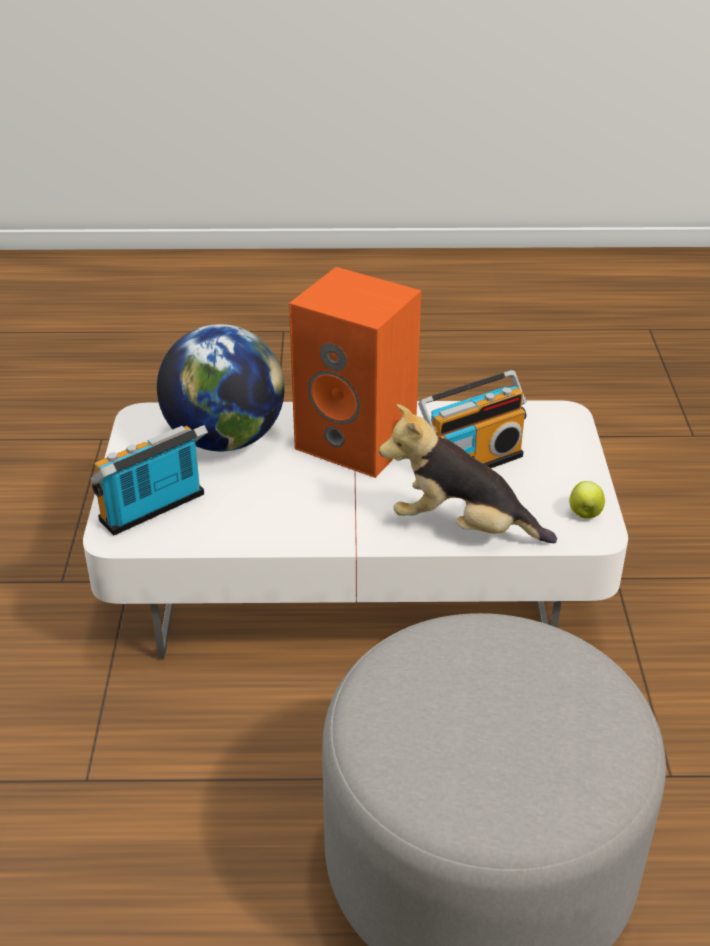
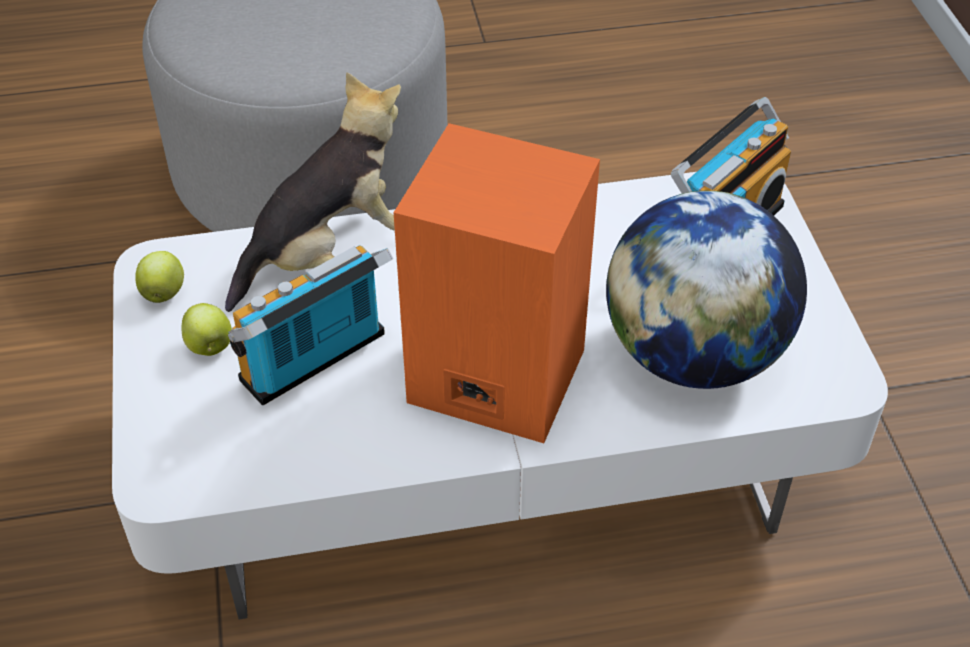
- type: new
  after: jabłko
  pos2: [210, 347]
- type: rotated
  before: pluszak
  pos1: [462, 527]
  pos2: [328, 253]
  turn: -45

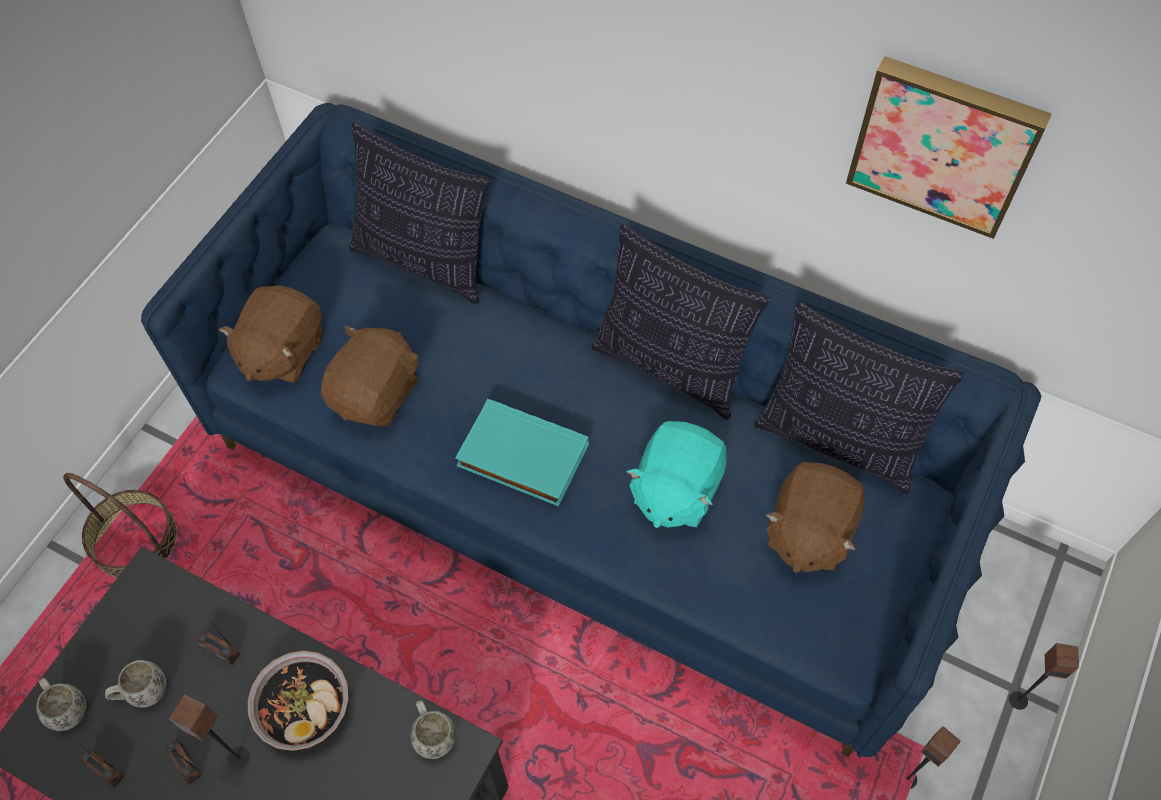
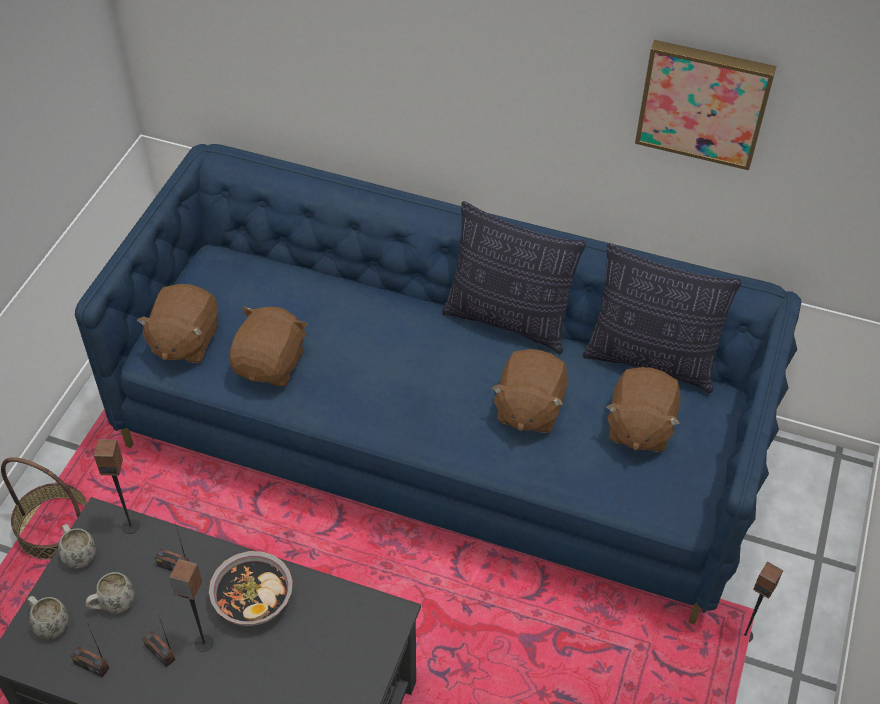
- type: gone
  before: poduszka
  pos1: [424, 262]
- type: gone
  before: książka/turkusowy
  pos1: [521, 457]
- type: shifted
  before: kubek/biały
  pos1: [432, 734]
  pos2: [78, 554]
- type: shifted
  before: głośnik
  pos1: [1018, 700]
  pos2: [131, 526]
- type: repainted
  before: pluszak/turkusowy
  after: pluszak/brązowy
  pos1: [675, 490]
  pos2: [528, 408]

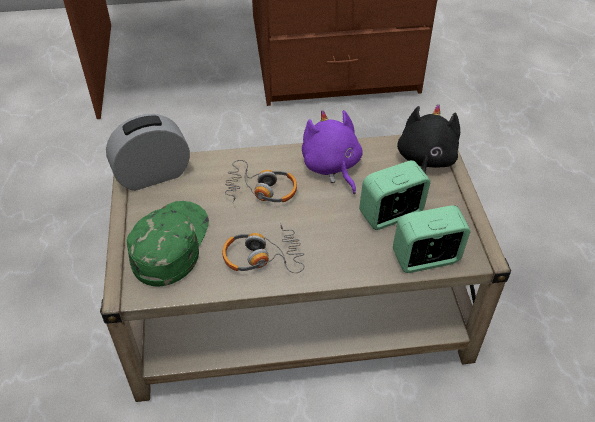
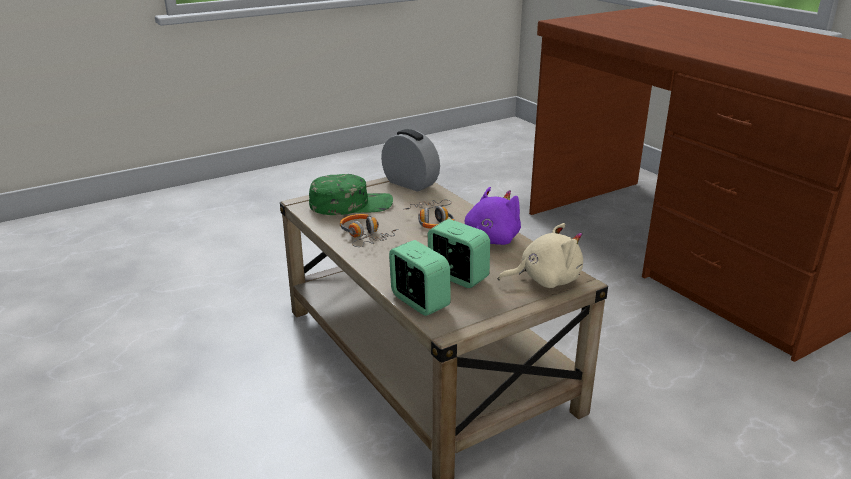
- type: repainted
  before: pluszak/czarny
  after: pluszak/beżowy
  pos1: [425, 161]
  pos2: [545, 280]

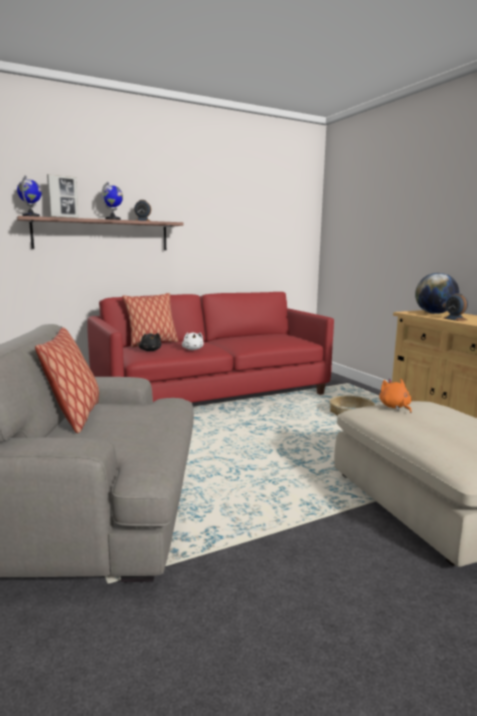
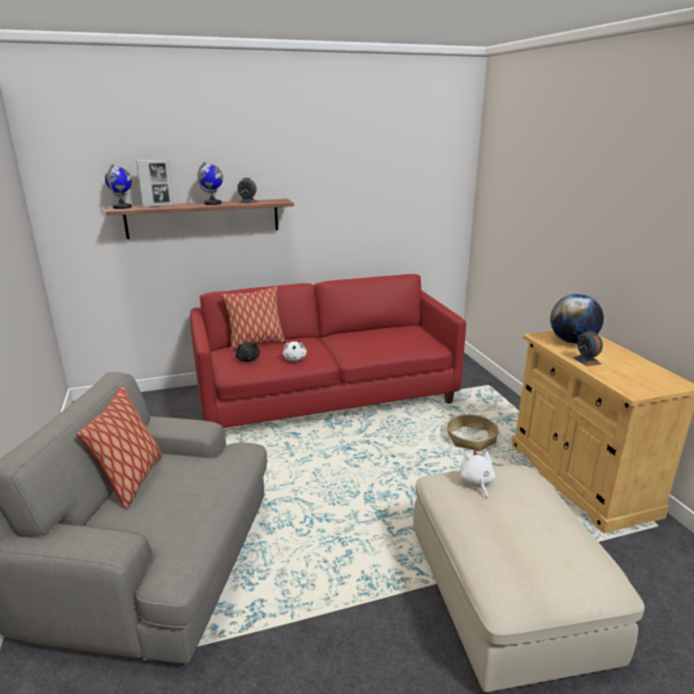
- type: repainted
  before: pluszak/pomarańczowy
  after: pluszak/biały
  pos1: [395, 407]
  pos2: [476, 483]

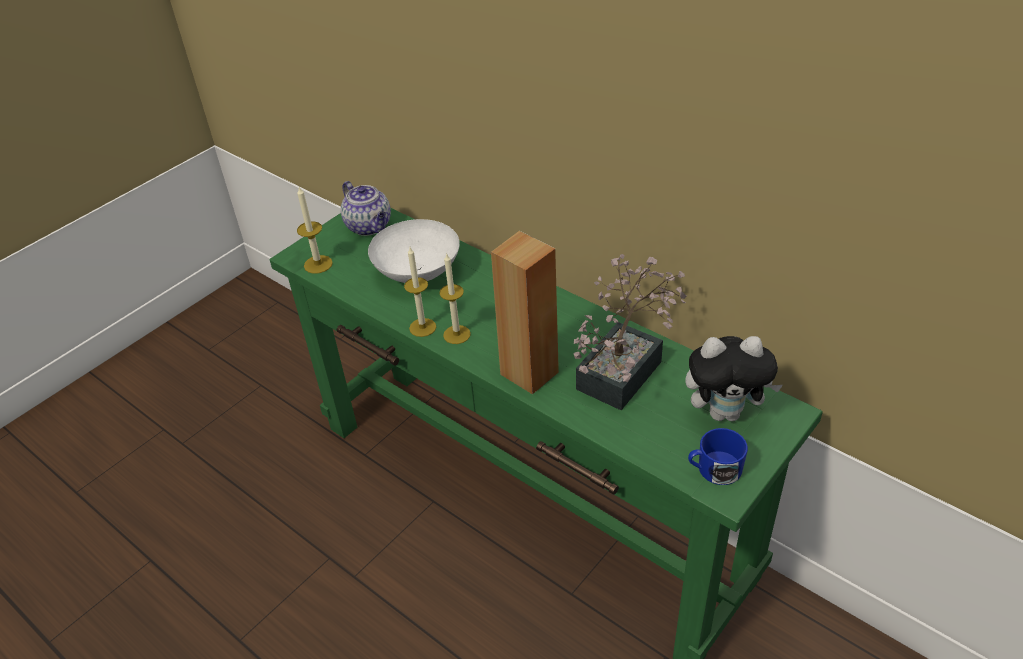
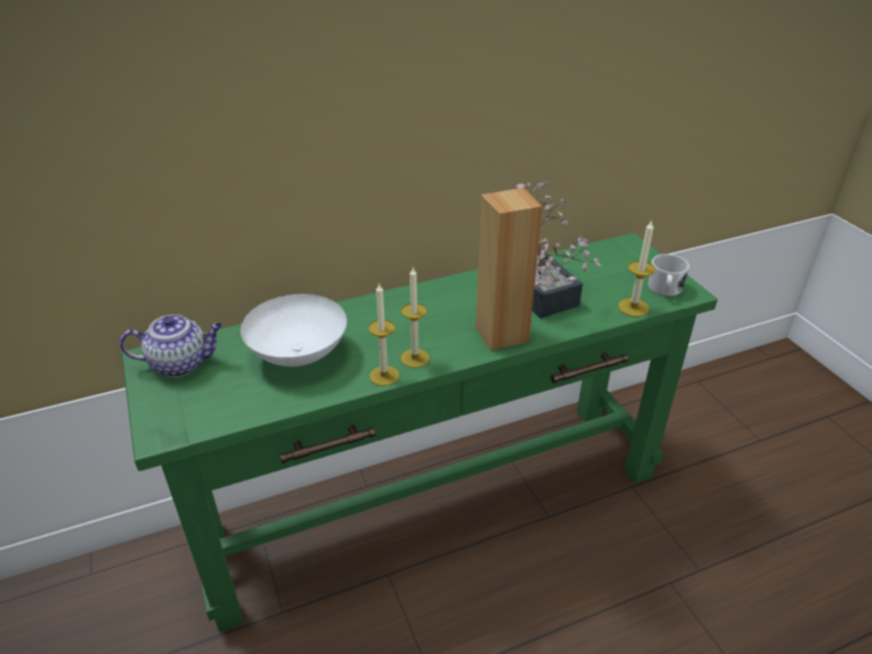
- type: gone
  before: pluszak
  pos1: [726, 412]
- type: shifted
  before: świeca
  pos1: [318, 264]
  pos2: [633, 307]
- type: repainted
  before: kubek/niebieski
  after: kubek/biały
  pos1: [714, 469]
  pos2: [665, 289]

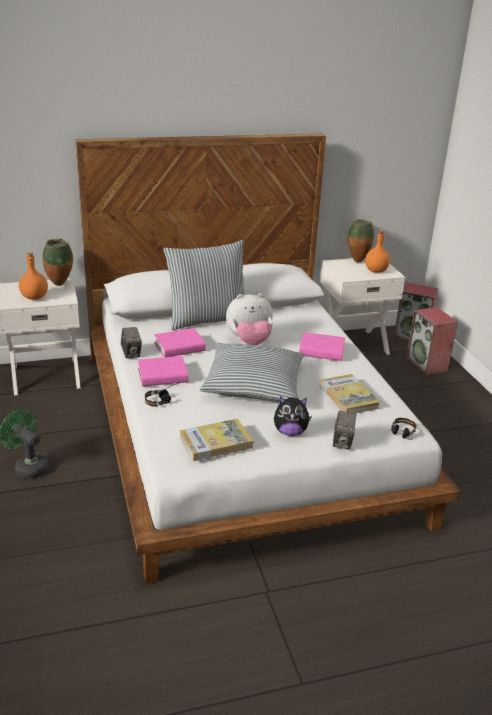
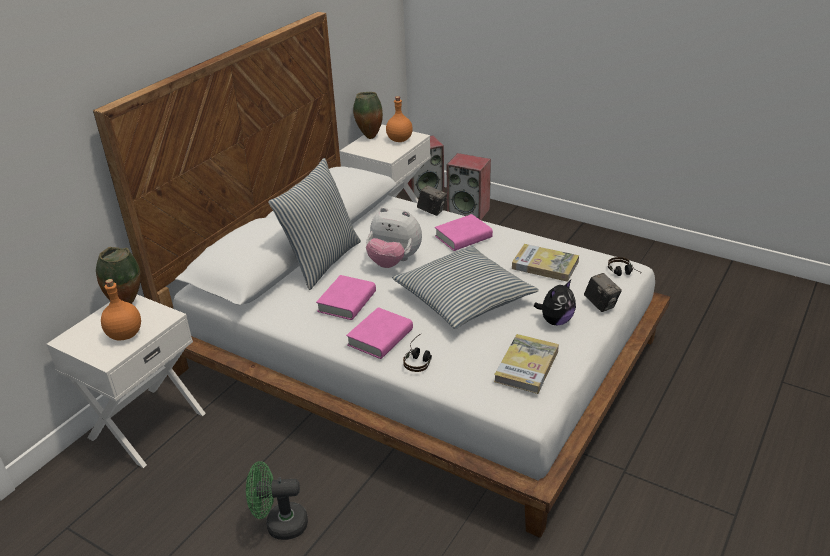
- type: shifted
  before: aparat fotograficzny
  pos1: [131, 353]
  pos2: [432, 211]
- type: rotated
  before: pluszak
  pos1: [249, 342]
  pos2: [394, 262]
  turn: 75

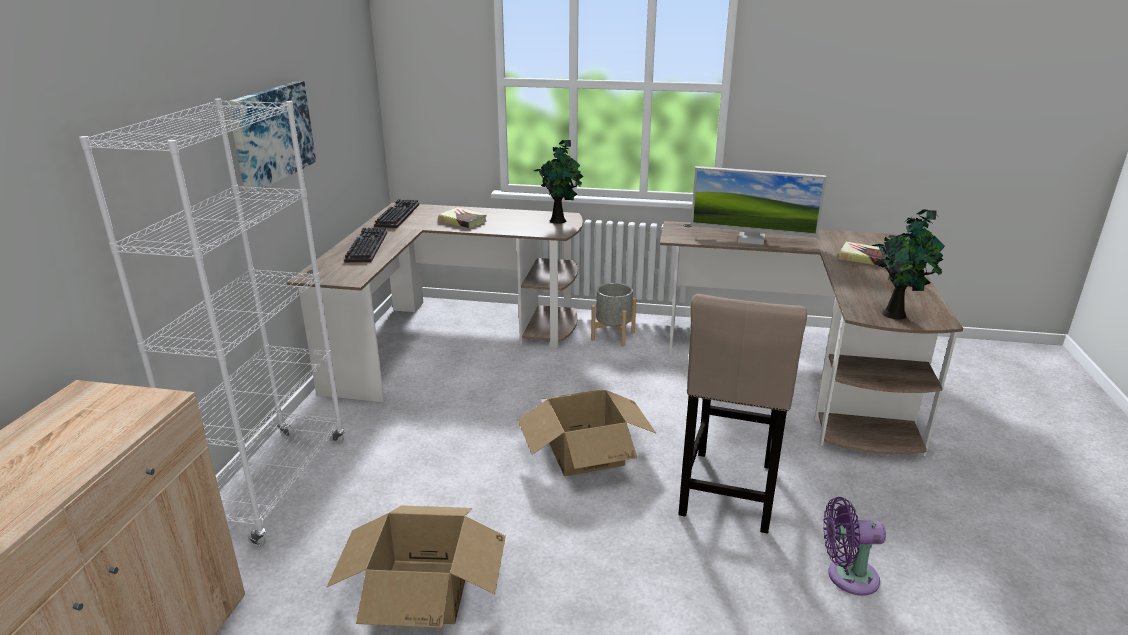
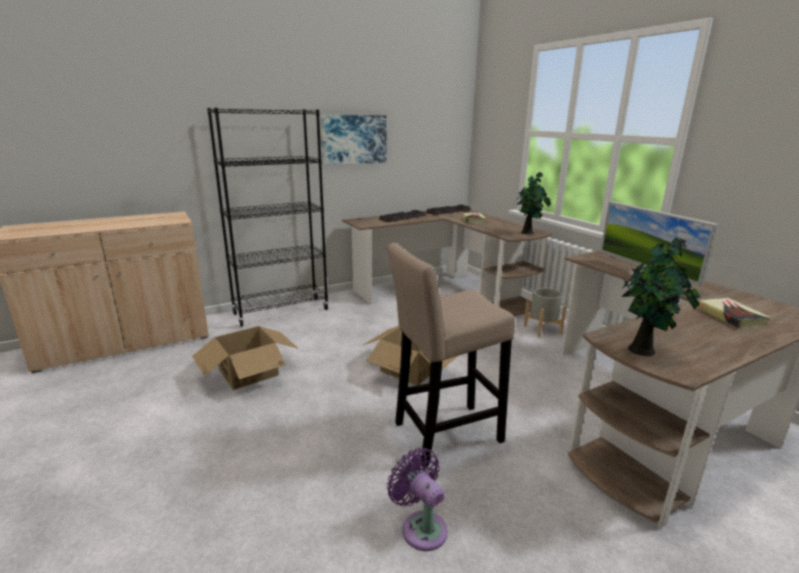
- type: repainted
  before: regał/biały
  after: regał/czarny
  pos1: [275, 486]
  pos2: [281, 311]

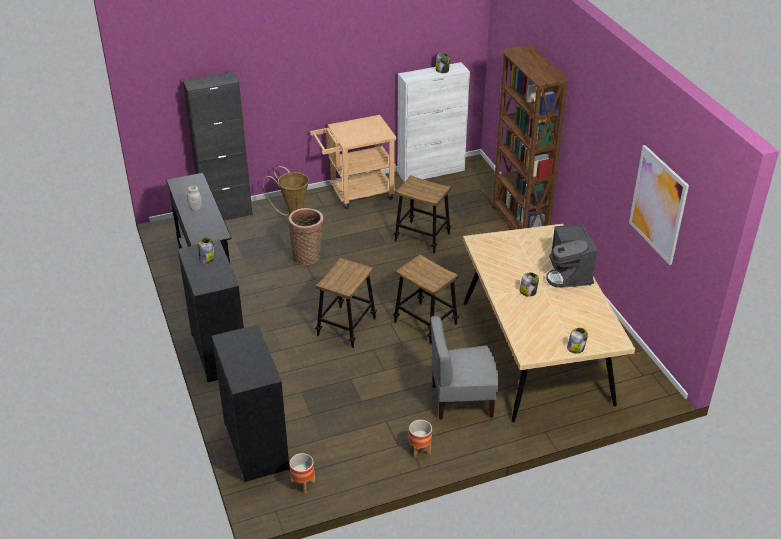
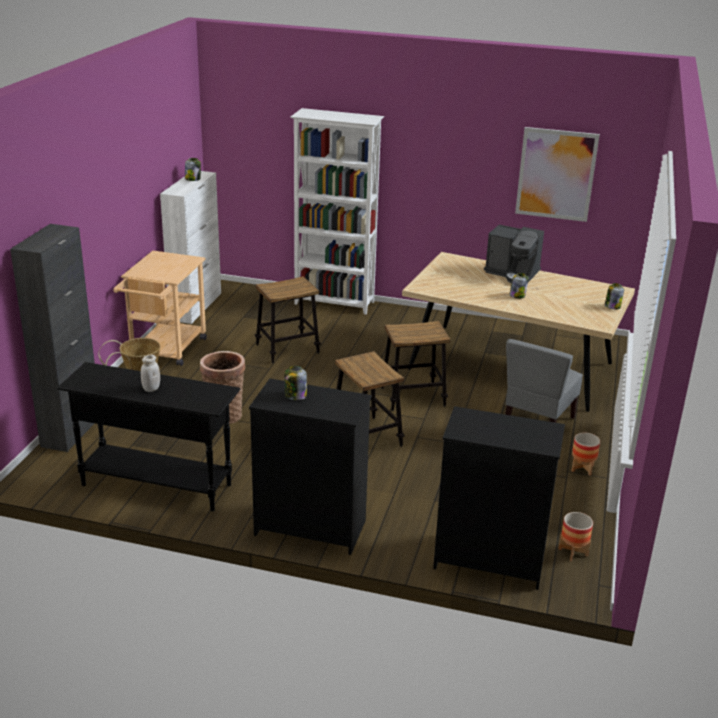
- type: repainted
  before: regał/brązowy
  after: regał/biały
  pos1: [519, 223]
  pos2: [334, 303]

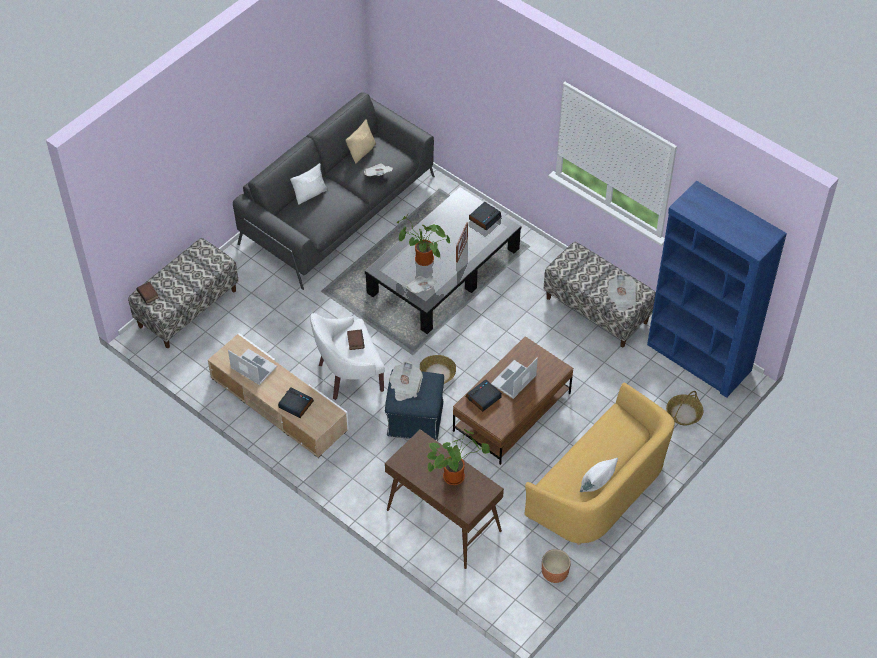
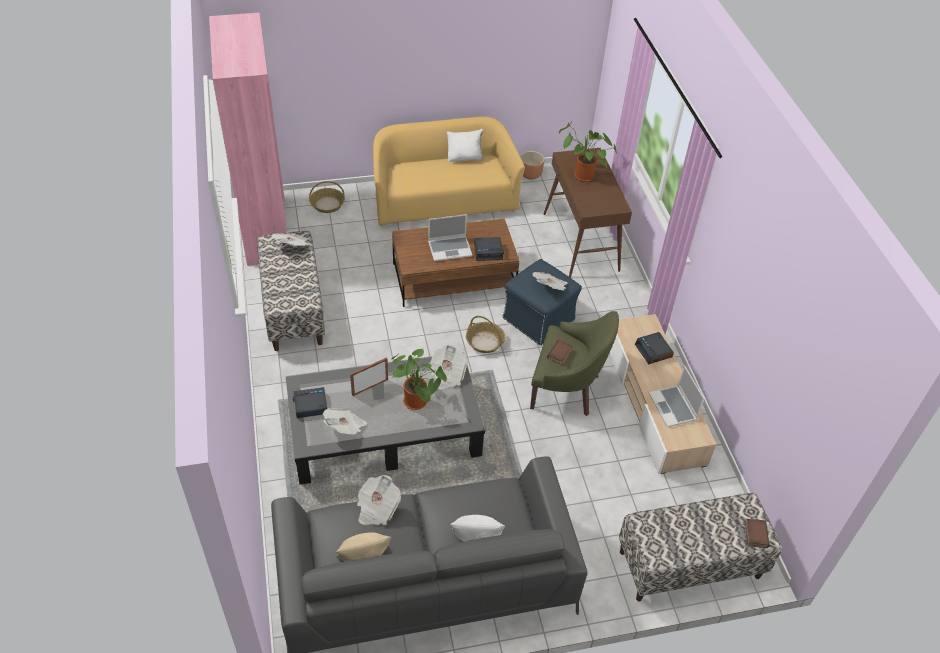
- type: new
  after: gazeta
  pos2: [345, 427]
- type: repainted
  before: fotel/biały
  after: fotel/zielony
  pos1: [348, 375]
  pos2: [567, 389]
- type: repainted
  before: regał/niebieski
  after: regał/różowy
  pos1: [698, 358]
  pos2: [266, 229]

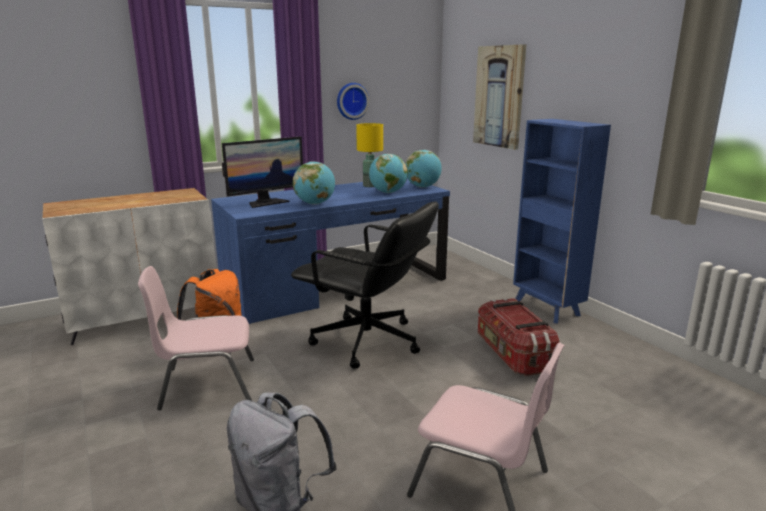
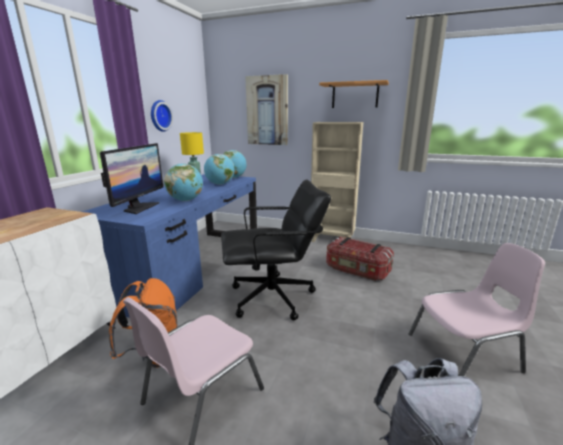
- type: new
  after: półka
  pos2: [355, 95]
- type: repainted
  before: regał/niebieski
  after: regał/beżowy
  pos1: [547, 309]
  pos2: [332, 240]

